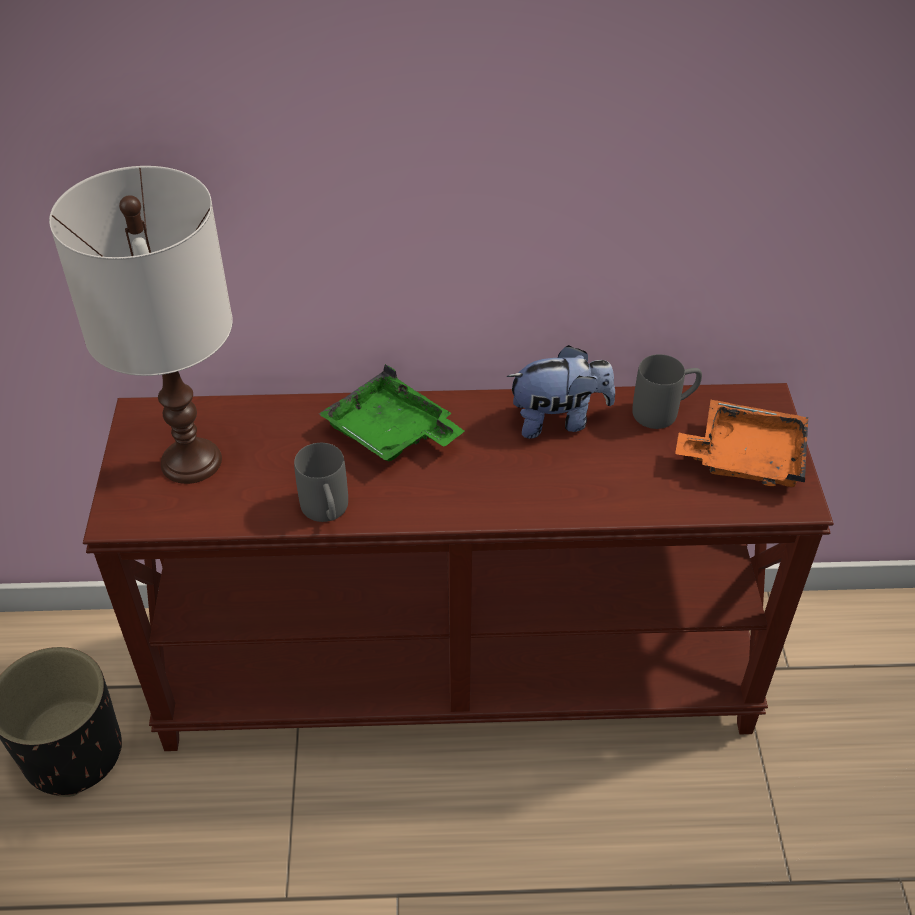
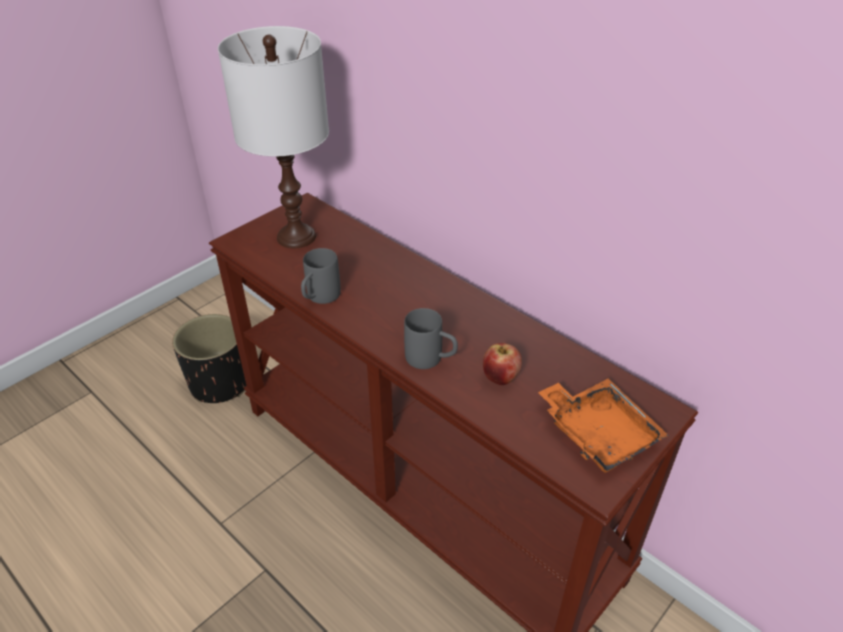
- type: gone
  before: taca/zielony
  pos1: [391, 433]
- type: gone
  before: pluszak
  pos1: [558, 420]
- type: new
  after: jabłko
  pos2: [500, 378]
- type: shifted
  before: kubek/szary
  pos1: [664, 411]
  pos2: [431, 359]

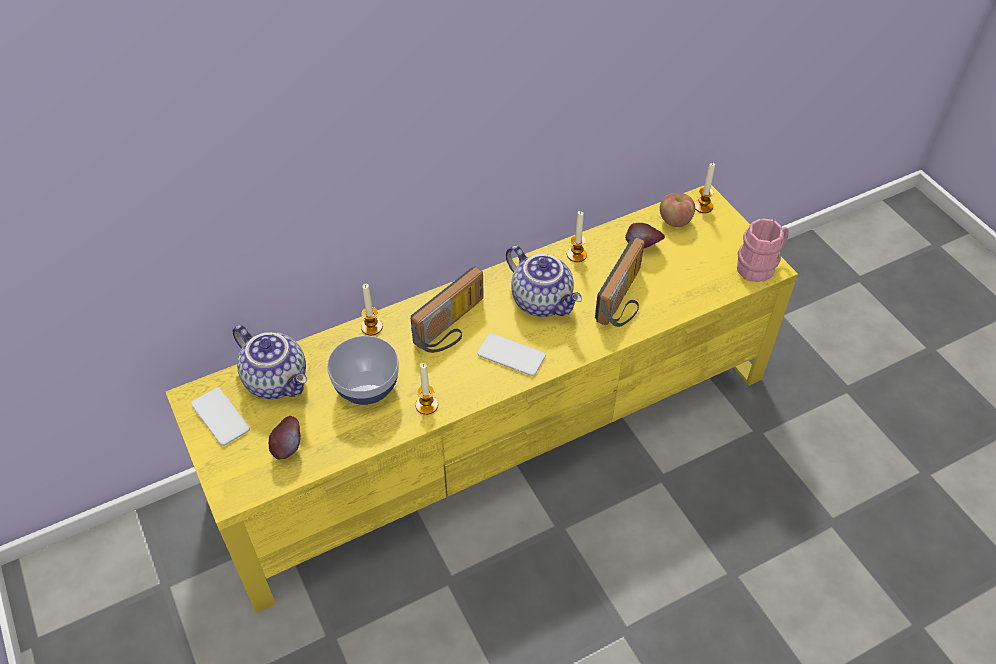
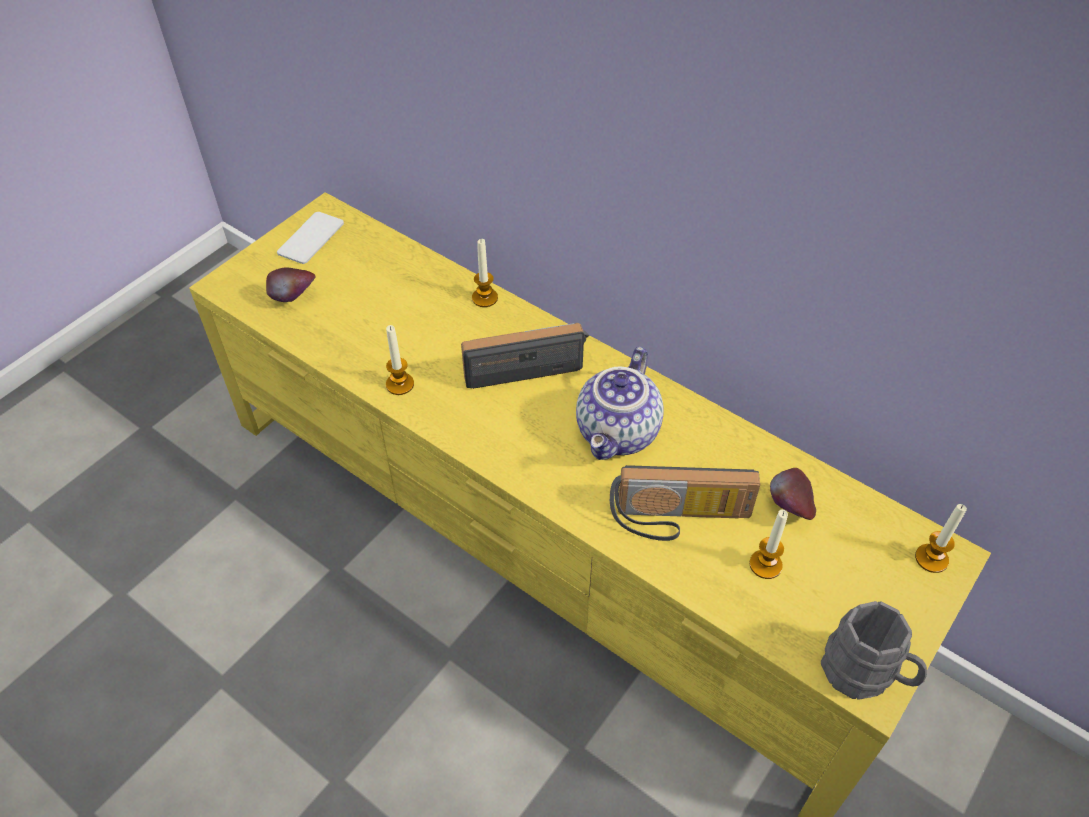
- type: gone
  before: imbryk
  pos1: [278, 380]
- type: gone
  before: miska
  pos1: [367, 388]
- type: gone
  before: telefon
  pos1: [511, 355]
- type: gone
  before: jabłko
  pos1: [675, 221]
- type: shifted
  before: świeca
  pos1: [576, 255]
  pos2: [765, 565]
- type: repainted
  before: kubek/różowy
  after: kubek/szary
  pos1: [760, 265]
  pos2: [865, 674]
- type: rotated
  before: radio
  pos1: [453, 327]
  pos2: [525, 364]
  turn: 150

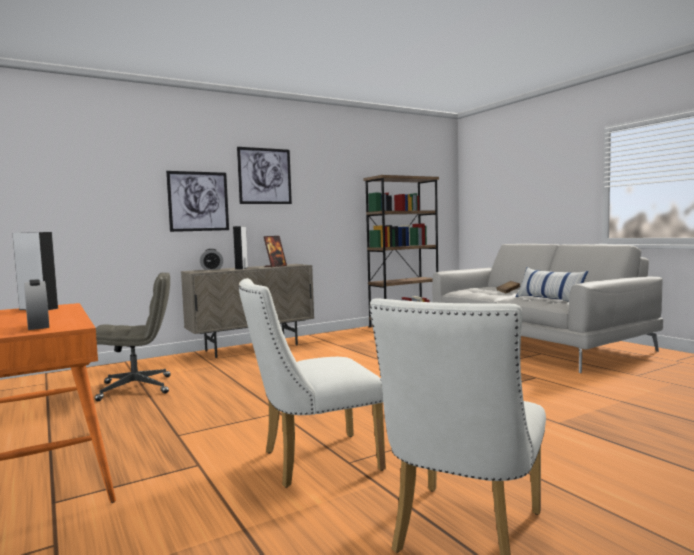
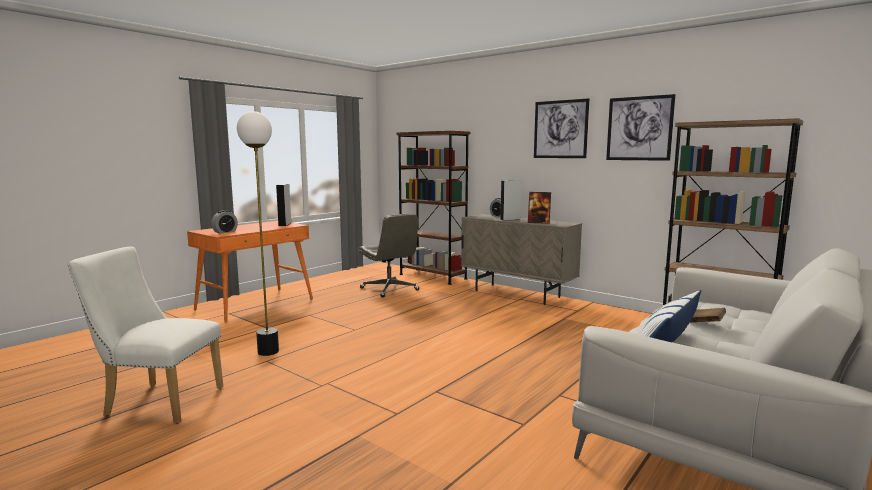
- type: new
  after: regał/brązowy
  pos2: [432, 276]
- type: shifted
  before: obraz
  pos1: [198, 201]
  pos2: [639, 128]
- type: swapped
  before: krzesło/biały
  after: lampa stojąca
  pos1: [312, 461]
  pos2: [268, 351]

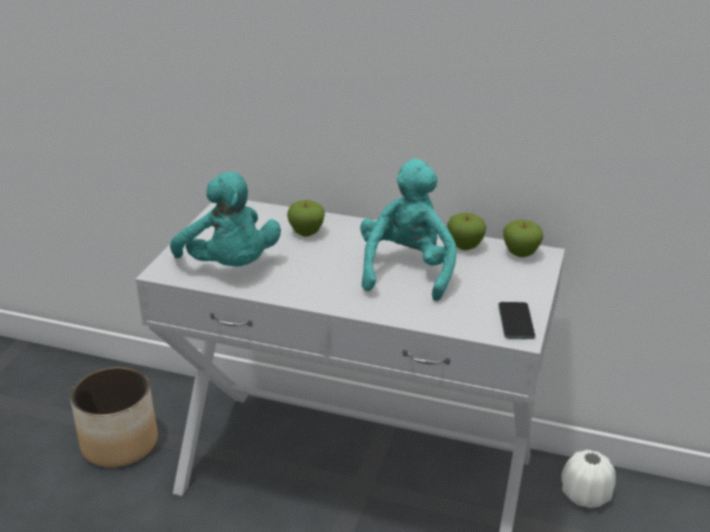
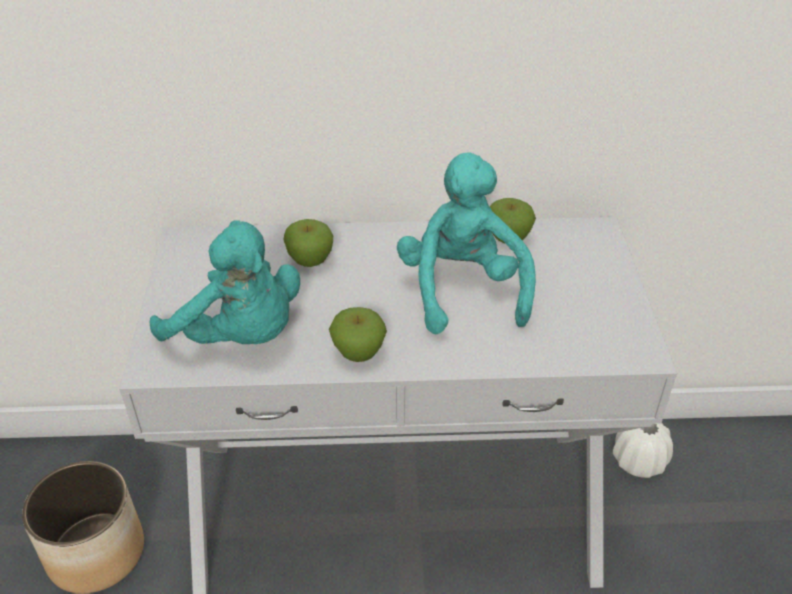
- type: gone
  before: telefon
  pos1: [516, 321]
- type: shifted
  before: jabłko
  pos1: [520, 254]
  pos2: [358, 353]

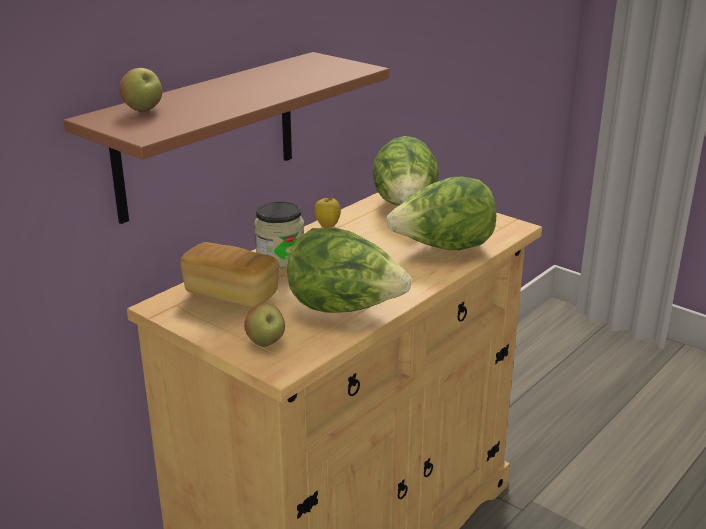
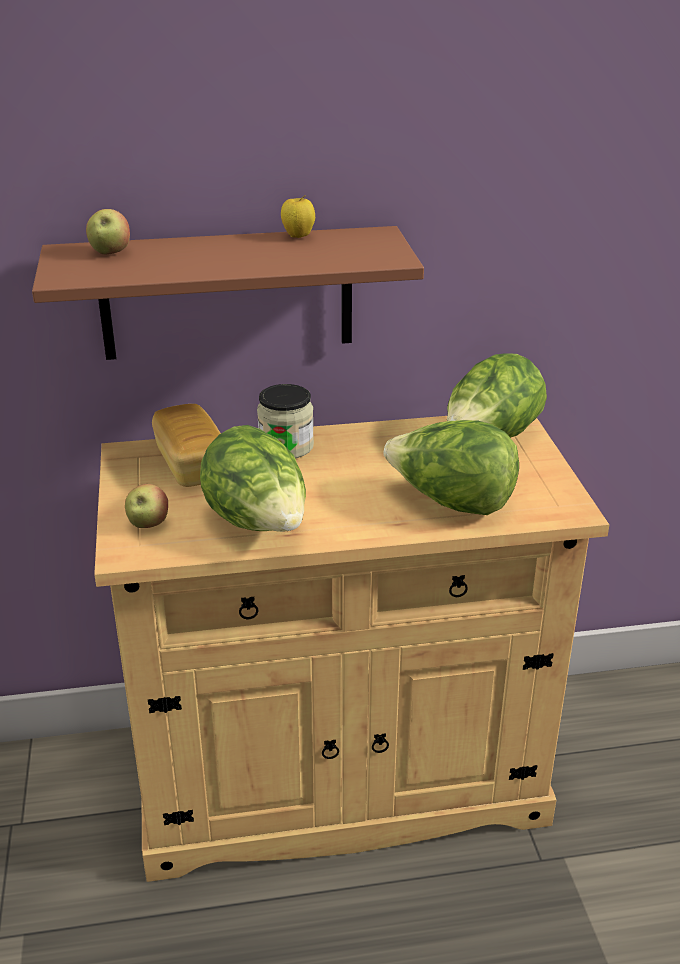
- type: shifted
  before: jabłko
  pos1: [327, 226]
  pos2: [298, 236]

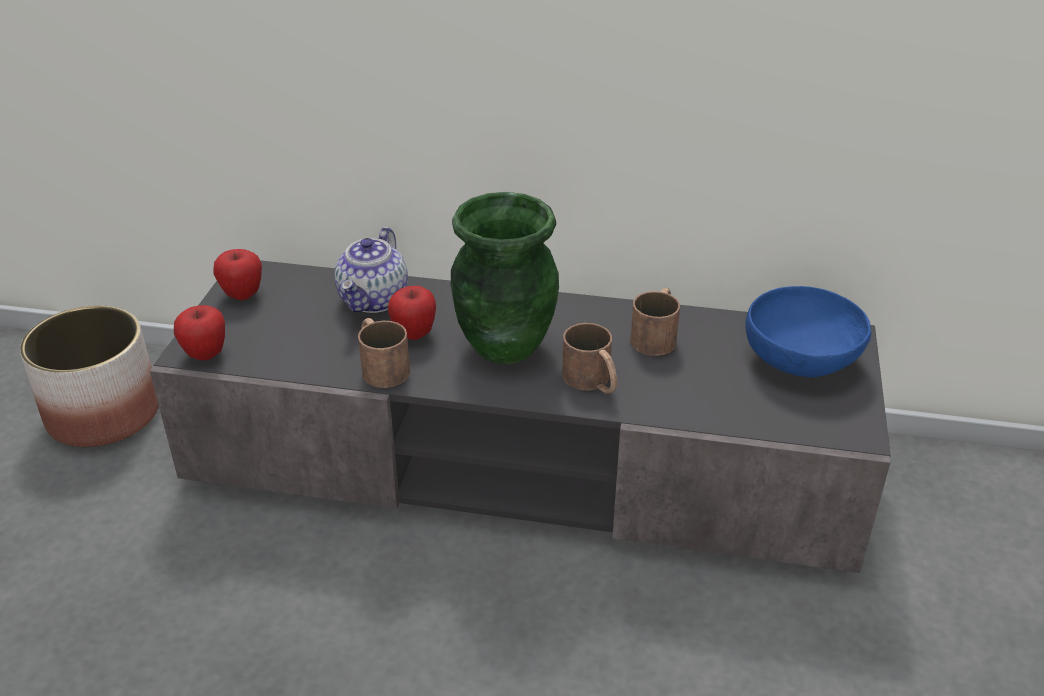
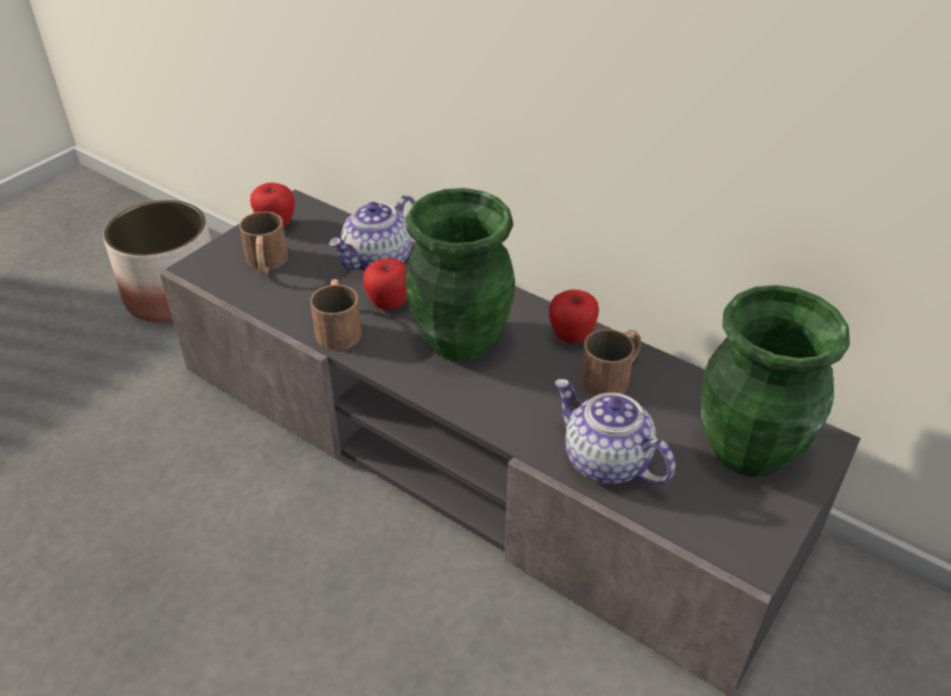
- type: new
  after: imbryk
  pos2: [605, 462]
- type: shifted
  before: jabłko
  pos1: [205, 354]
  pos2: [571, 337]
- type: shifted
  before: kubek/brązowy
  pos1: [593, 382]
  pos2: [266, 264]
- type: swapped
  before: miska/niebieski
  after: wazon/zielony
  pos1: [802, 359]
  pos2: [749, 450]

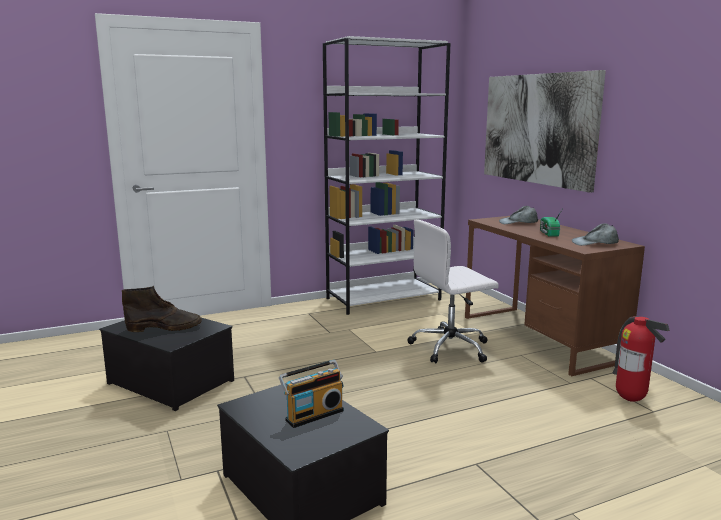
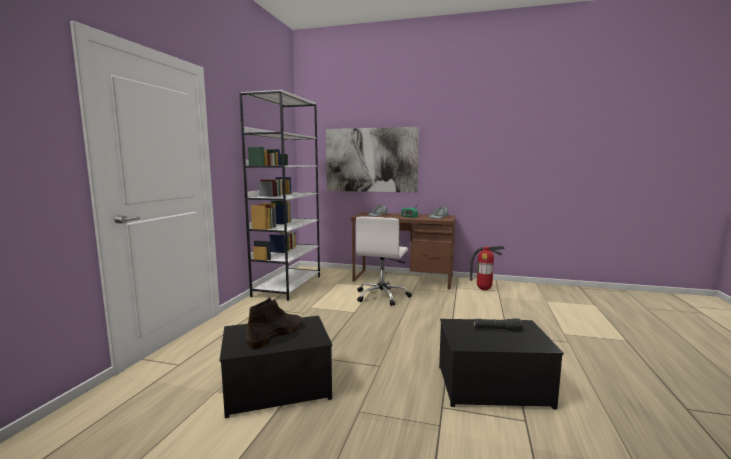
- type: swapped
  before: radio
  after: latarka/czarny
  pos1: [313, 414]
  pos2: [497, 330]

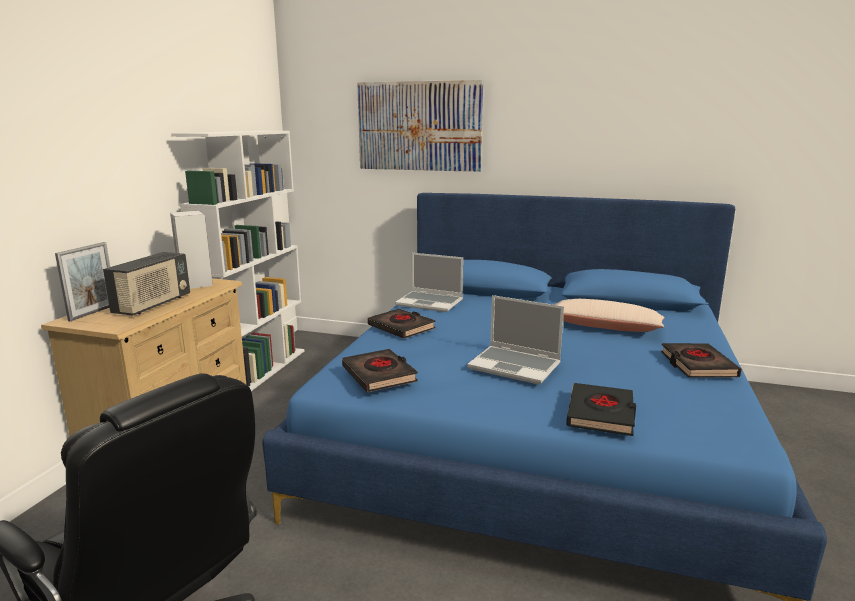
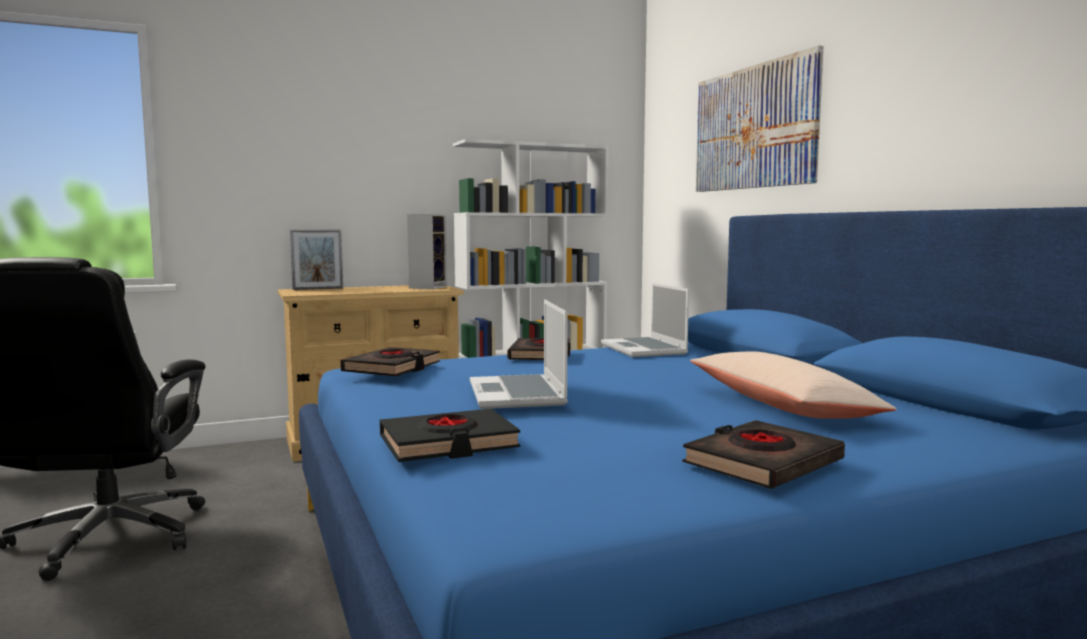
- type: gone
  before: radio
  pos1: [153, 305]

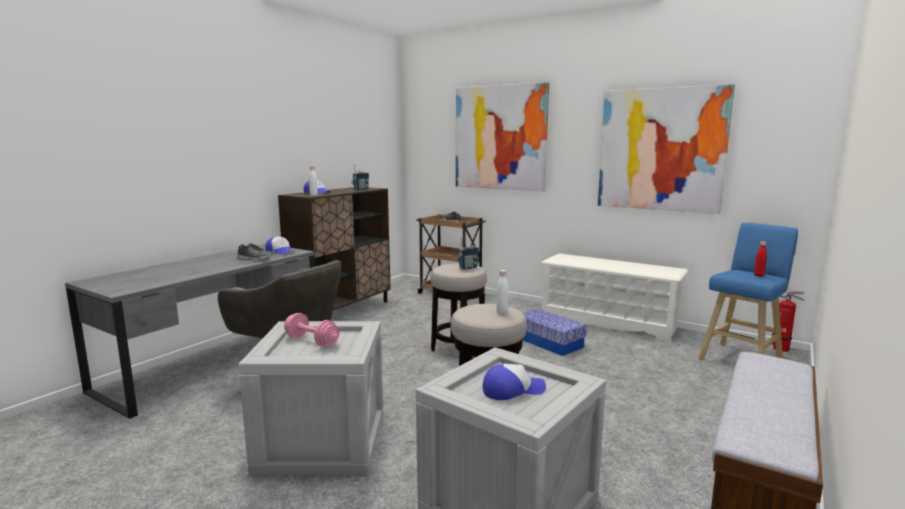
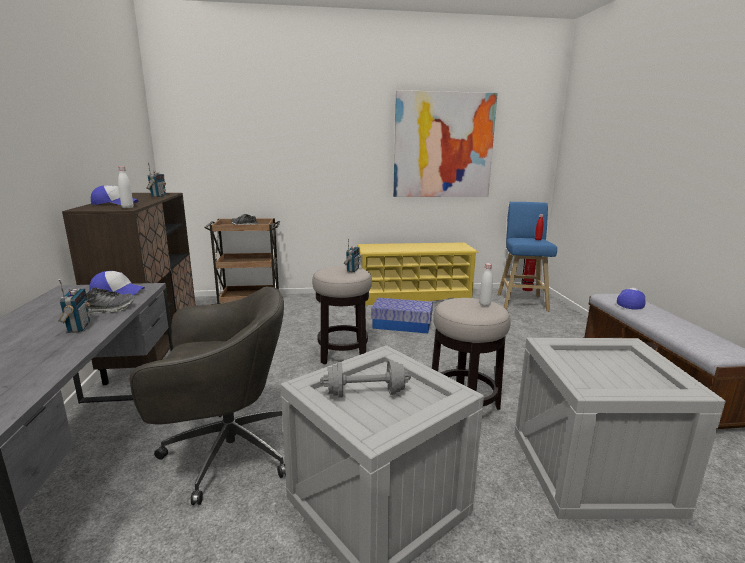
- type: gone
  before: obraz
  pos1: [500, 138]
- type: new
  after: radio
  pos2: [78, 327]
- type: shifted
  before: czapka z daszkiem
  pos1: [512, 390]
  pos2: [630, 303]
- type: repainted
  before: hantel/różowy
  after: hantel/szary
  pos1: [312, 341]
  pos2: [365, 393]
- type: repainted
  before: regał na buty/biały
  after: regał na buty/żółty
  pos1: [608, 323]
  pos2: [414, 297]

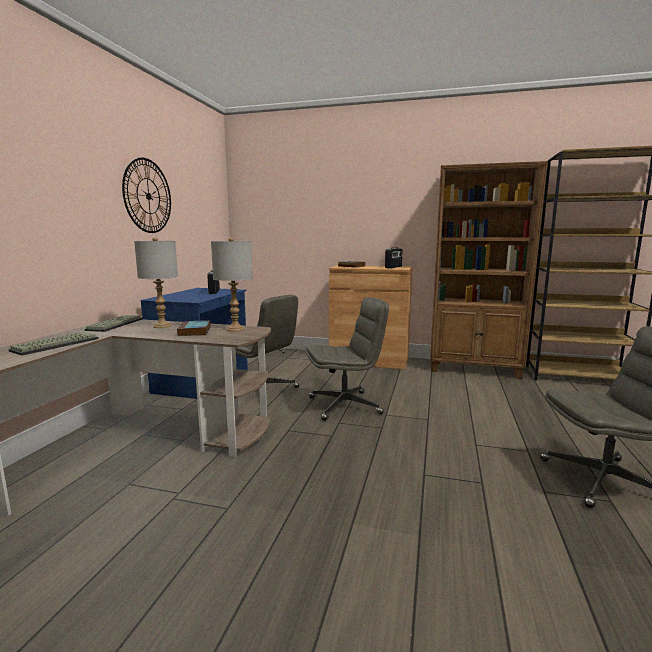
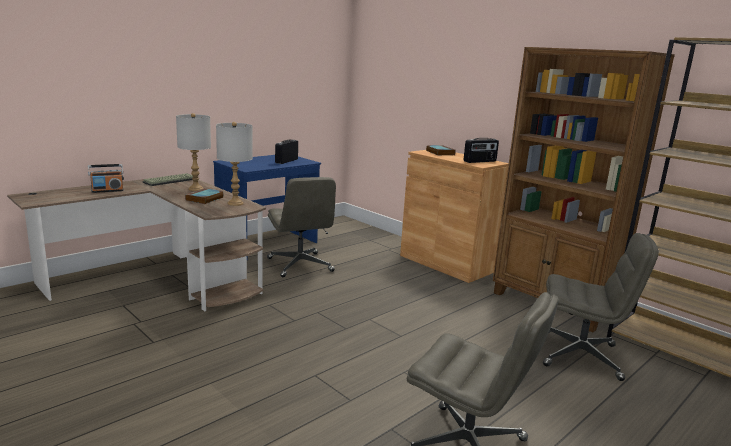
- type: gone
  before: zegar ścienny
  pos1: [148, 196]
- type: shifted
  before: krzesło biurowe/szary
  pos1: [345, 405]
  pos2: [581, 355]
- type: swapped
  before: klawiatura
  after: radio
  pos1: [56, 344]
  pos2: [107, 191]

